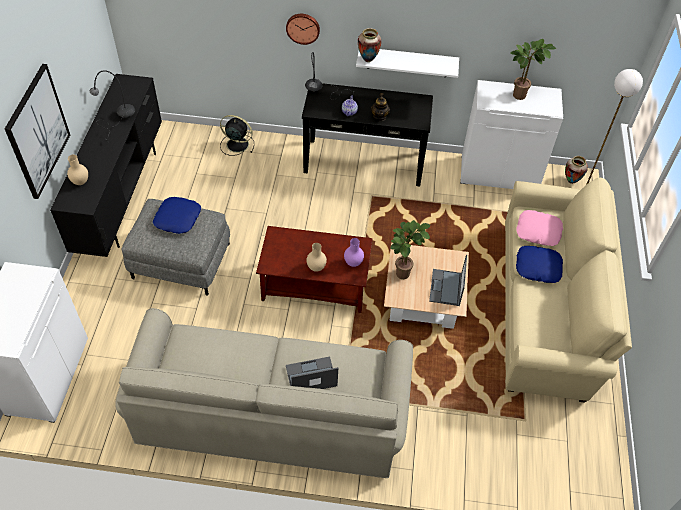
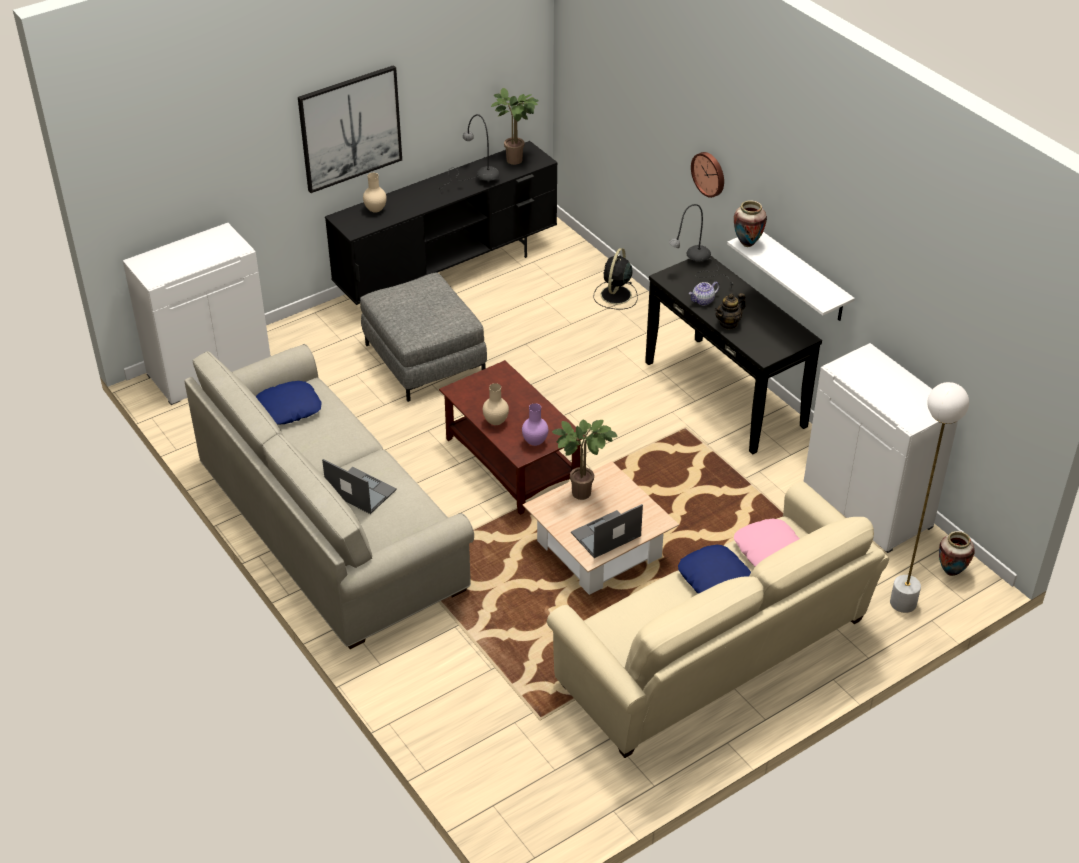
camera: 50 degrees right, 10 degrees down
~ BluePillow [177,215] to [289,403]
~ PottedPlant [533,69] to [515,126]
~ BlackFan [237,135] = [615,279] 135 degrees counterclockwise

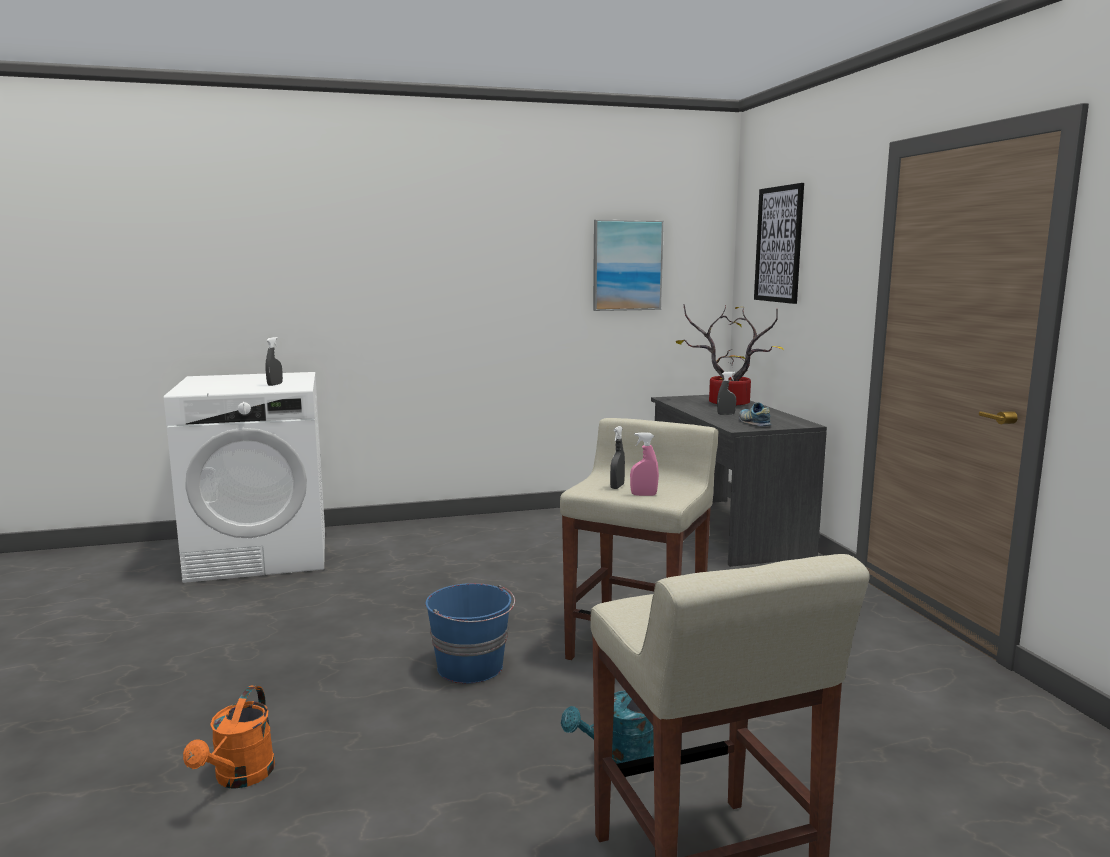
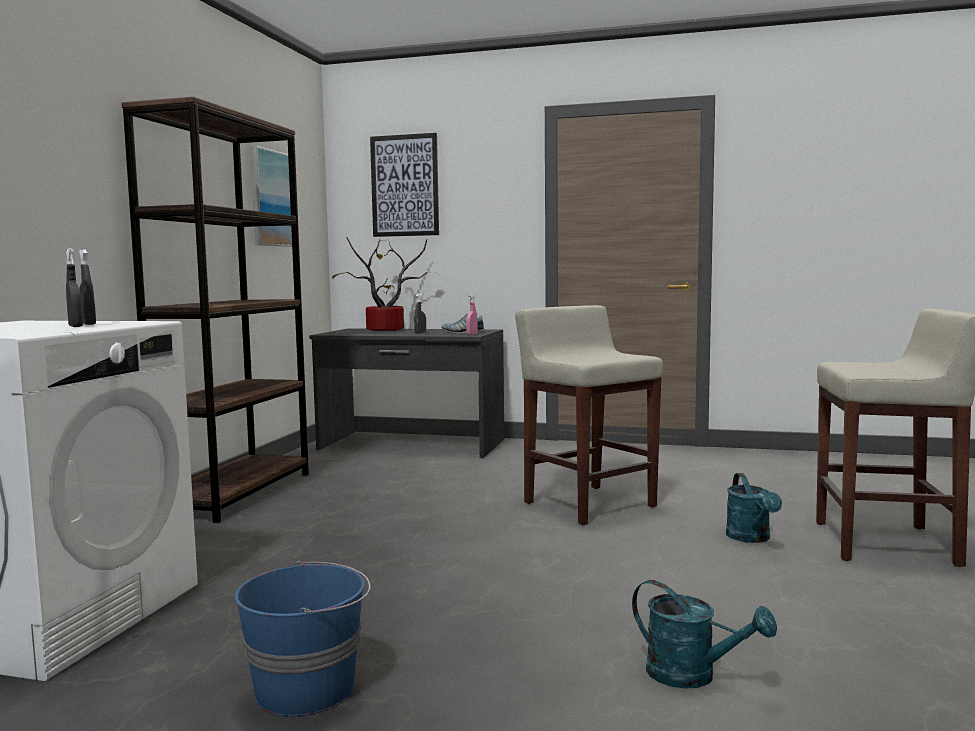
camera: 60 degrees left, 5 degrees down
~ GreySprayBottle [617,457] to [74,287]
+ BrownBookcase [215,310]
~ BlueBucket [470,633] to [303,638]
~ PinkSprayBottle [644,464] to [472,314]
~ OrangeWateringCan [229,737] to TurquoiseWateringCan [704,634]

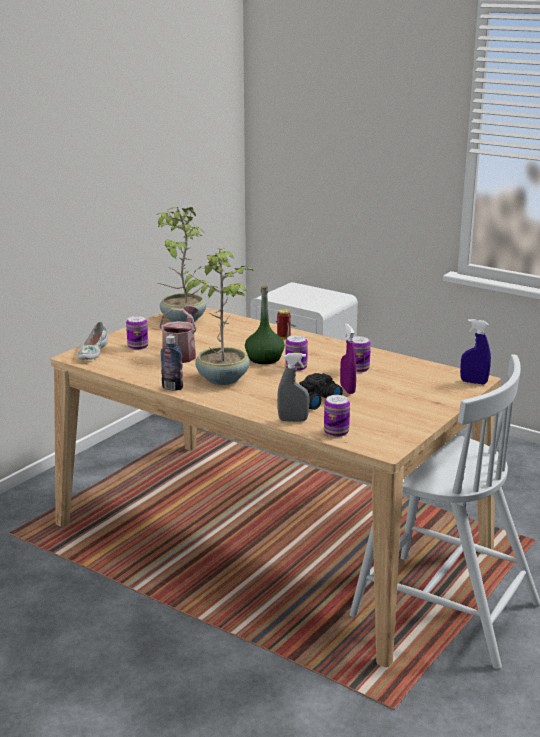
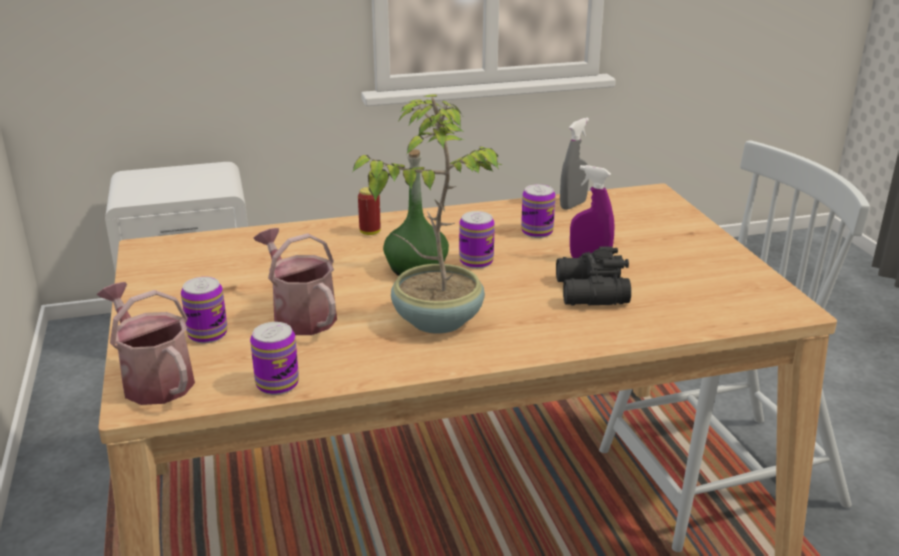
camera: 50 degrees left, 5 degrees up
~ WhiteShoe [92,341] to WateringCan [146,343]
~ Can [337,416] to [274,358]
~ GreySprayBottle [293,387] to [574,164]
- PottedPlant [181,265]
- Bottle [171,363]
- BlueSprayBottle [475,351]

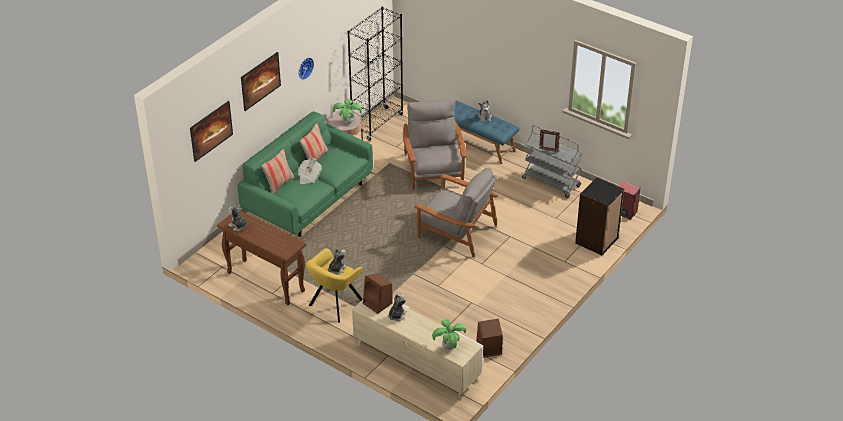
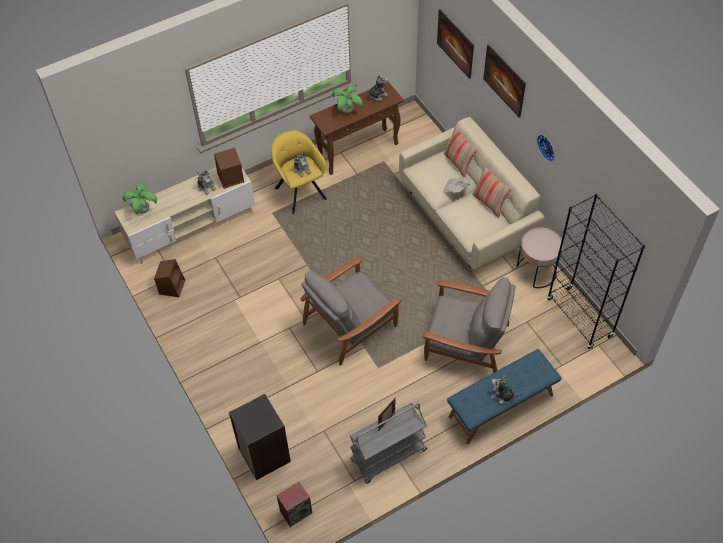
camera: 115 degrees right, 15 degrees up
~ PottedPlant [347,111] to [347,99]
~ GreenSofa [305,174] to BeigeSofa [471,193]

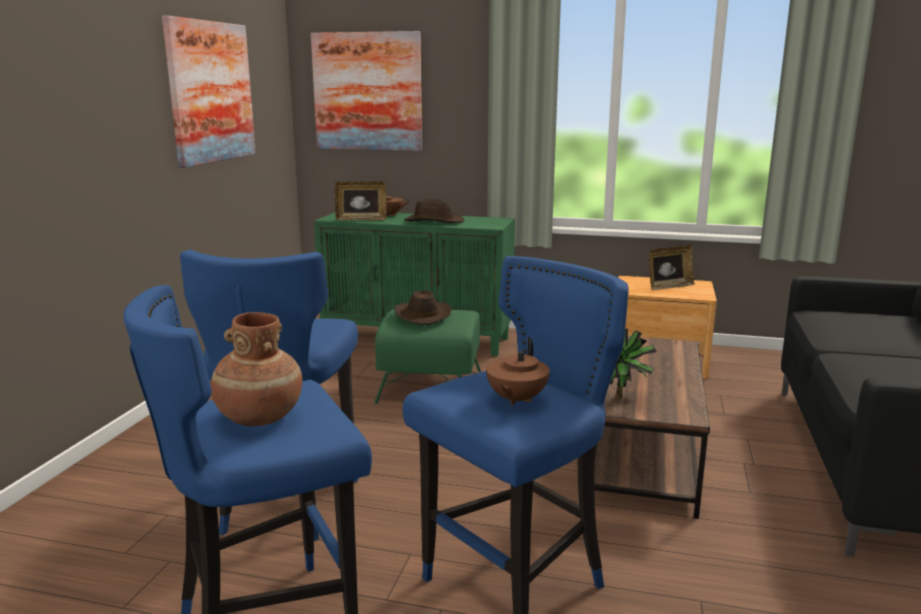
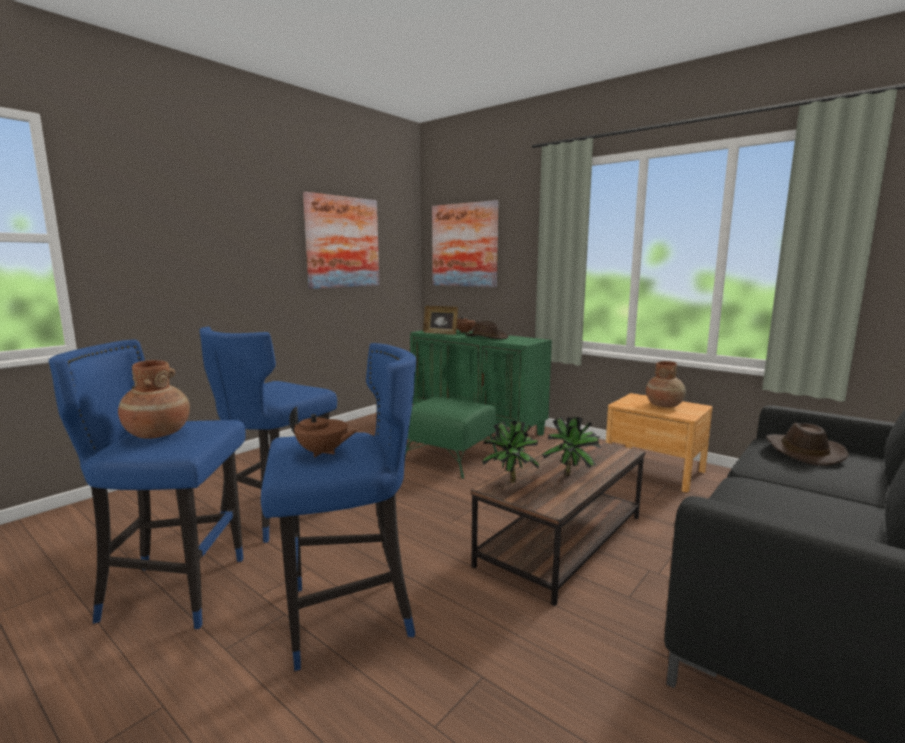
camera: 25 degrees right, 5 degrees down
~ BrownTeapot [518,371] = [323,432] 120 degrees counterclockwise
+ PottedPlant [571,447]
~ PictureFrame [672,267] to BrownVase [666,384]
~ BrownHat [422,307] to [807,444]

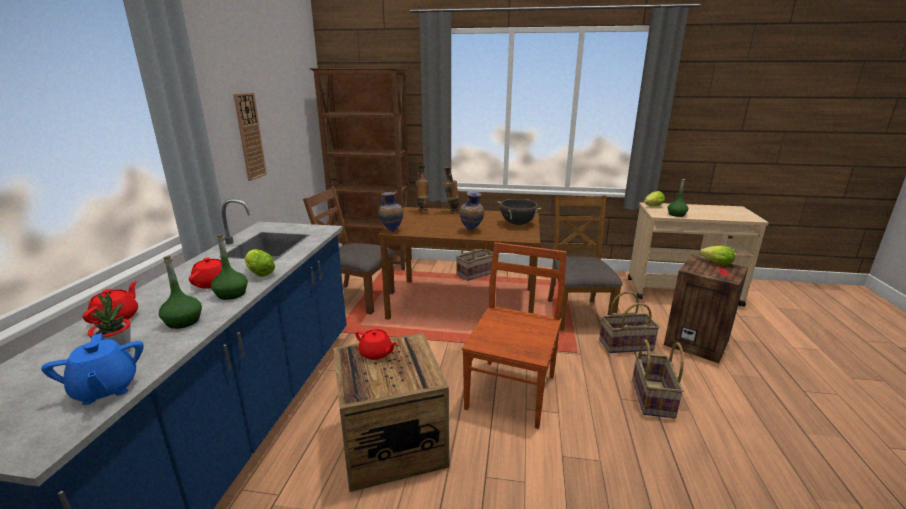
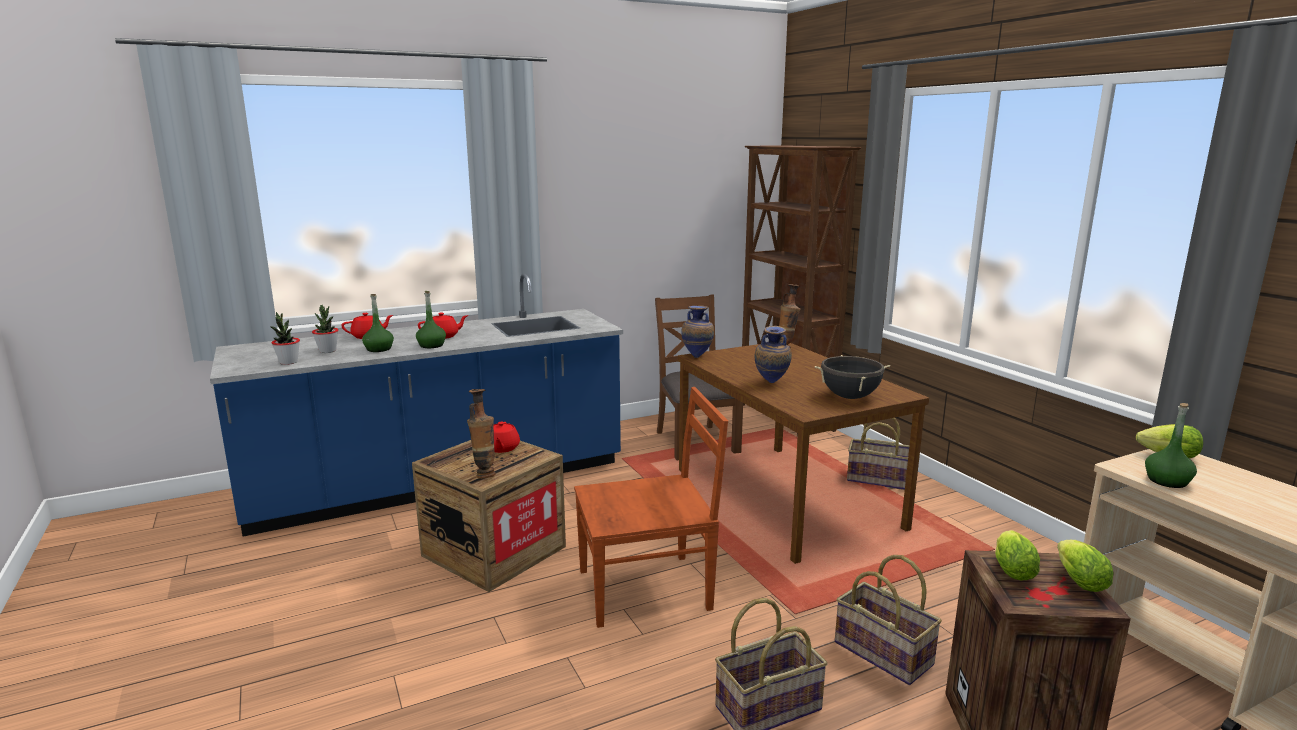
camera: 55 degrees right, 5 degrees down
~ BlueTeapot [92,369] to PottedPlant [285,338]
~ Vase [451,190] to [481,434]
~ Lettuce [260,263] to [1017,555]
- WallClock [250,137]
- BrownChair [585,263]

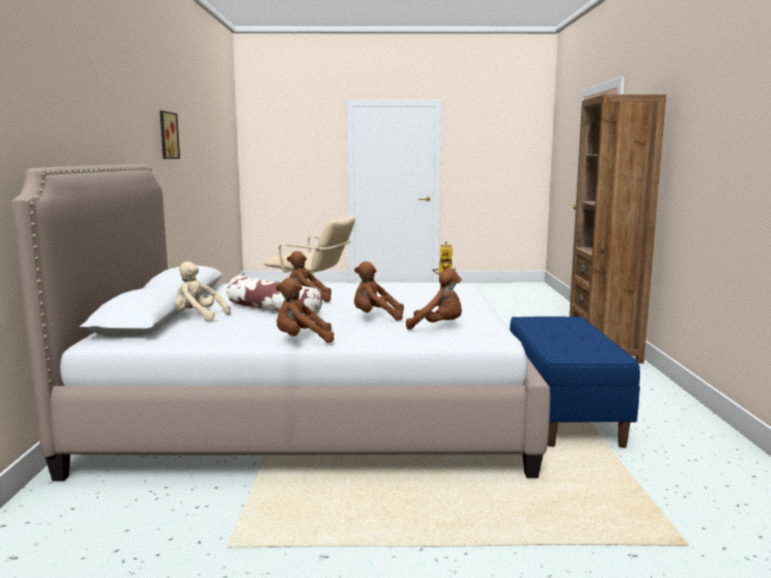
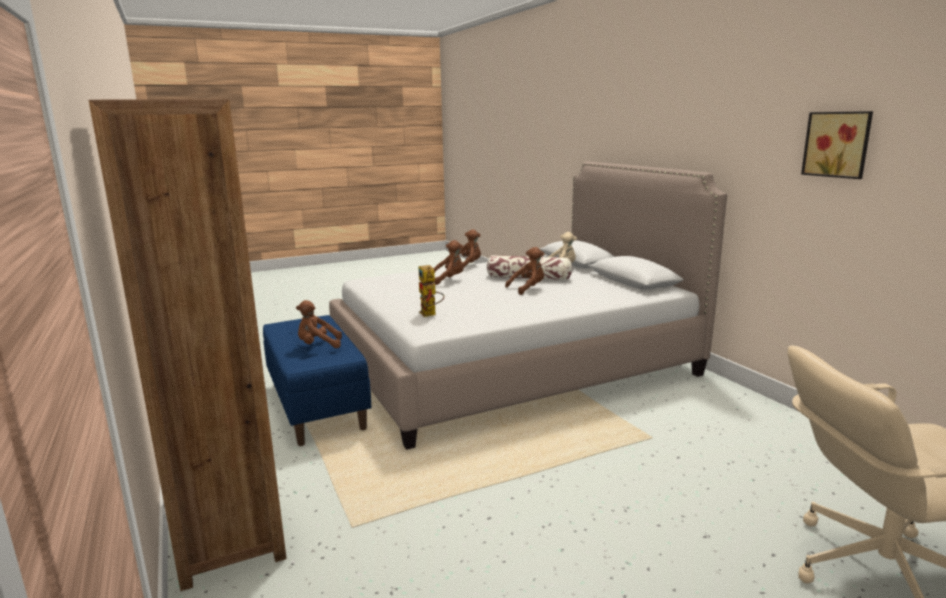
camera: 155 degrees right, 5 degrees up
~ BrownPlushToy [434,299] to [319,324]

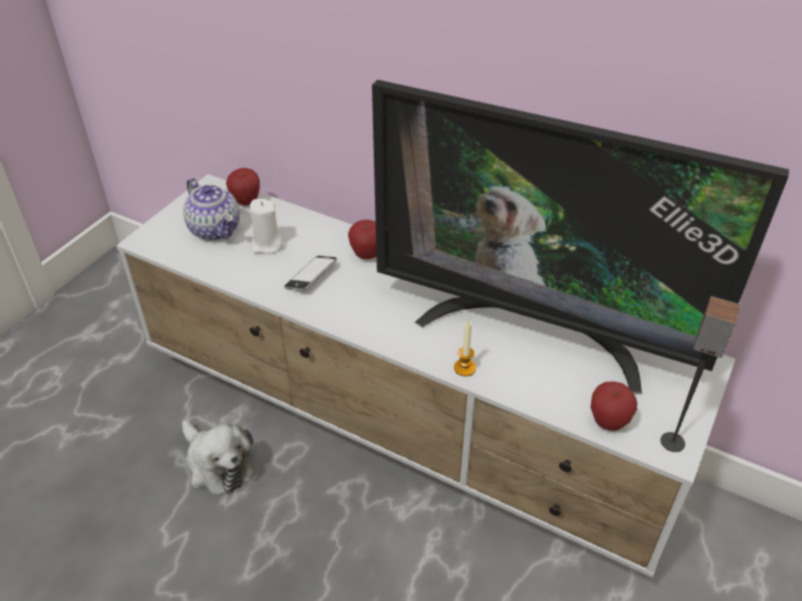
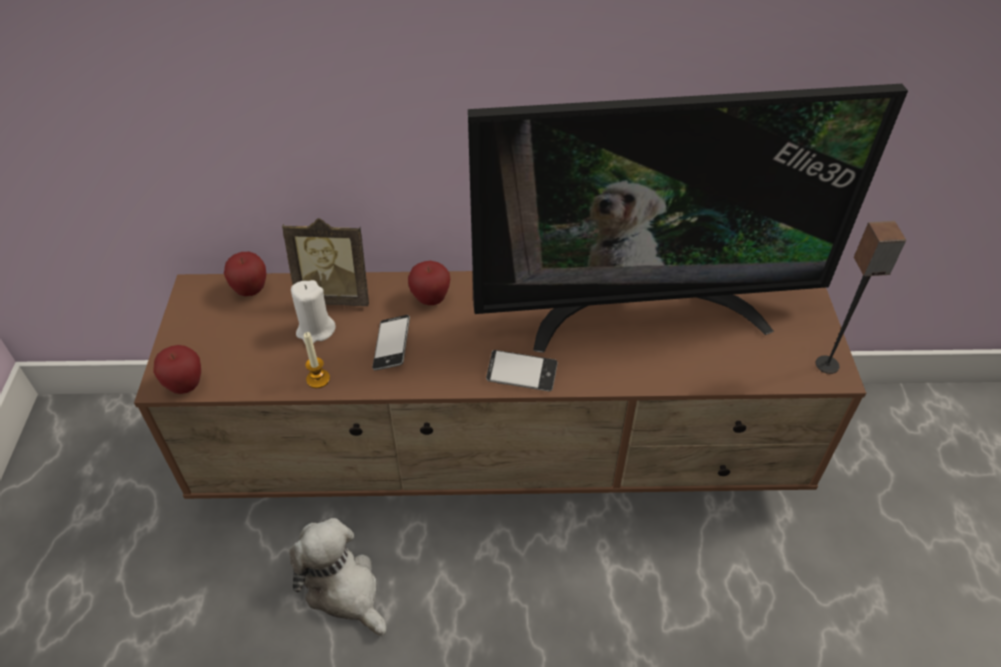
camera: 30 degrees left, 5 degrees up
~ WhiteTvStand [425,375] to BrownTvStand [500,385]
~ Apple [614,406] to [177,369]
+ PictureFrame [325,262]
~ PlushToy [218,457] = [338,577] 150 degrees counterclockwise
~ Candle [465,348] to [317,360]
+ Phone [522,371]
- Teapot [211,209]

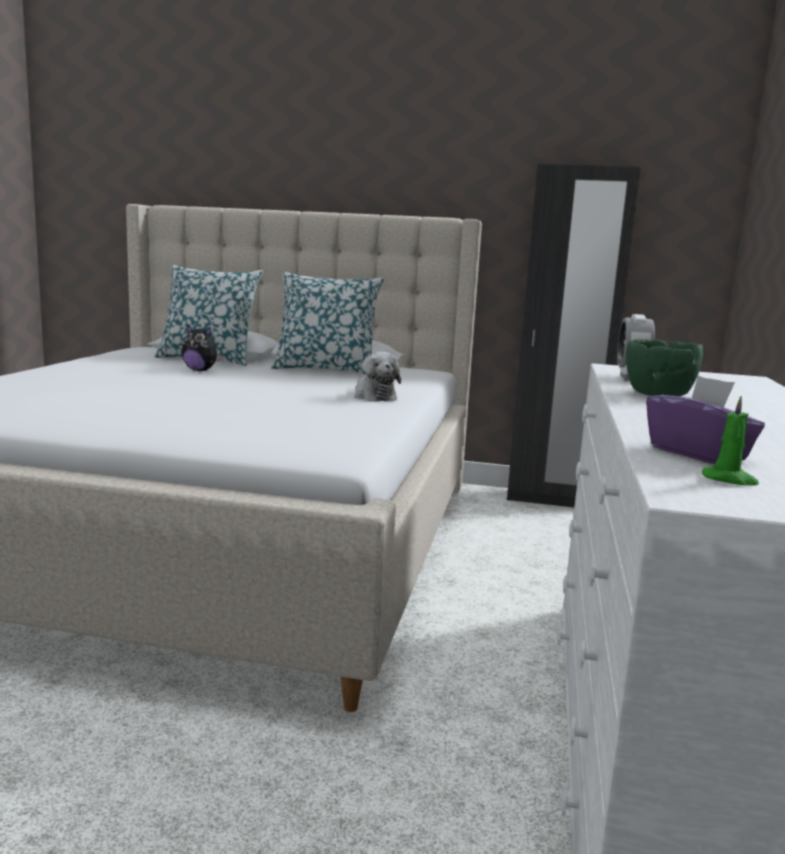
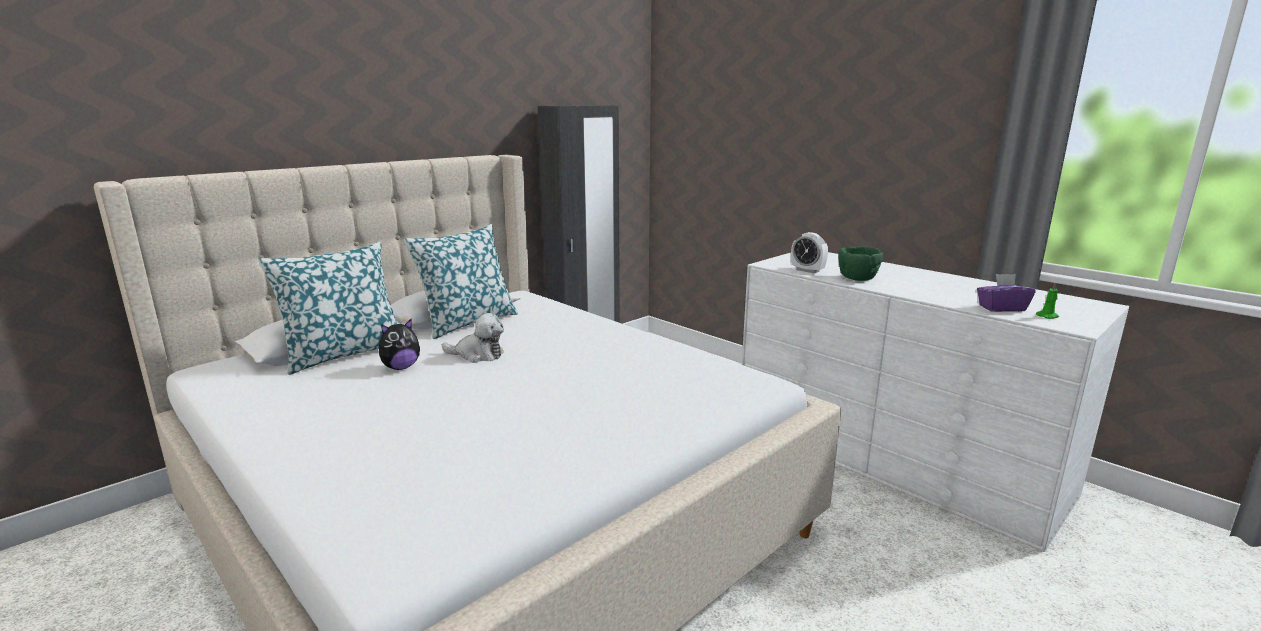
camera: 55 degrees left, 5 degrees up
~ PlushToy [378,377] to [473,338]

